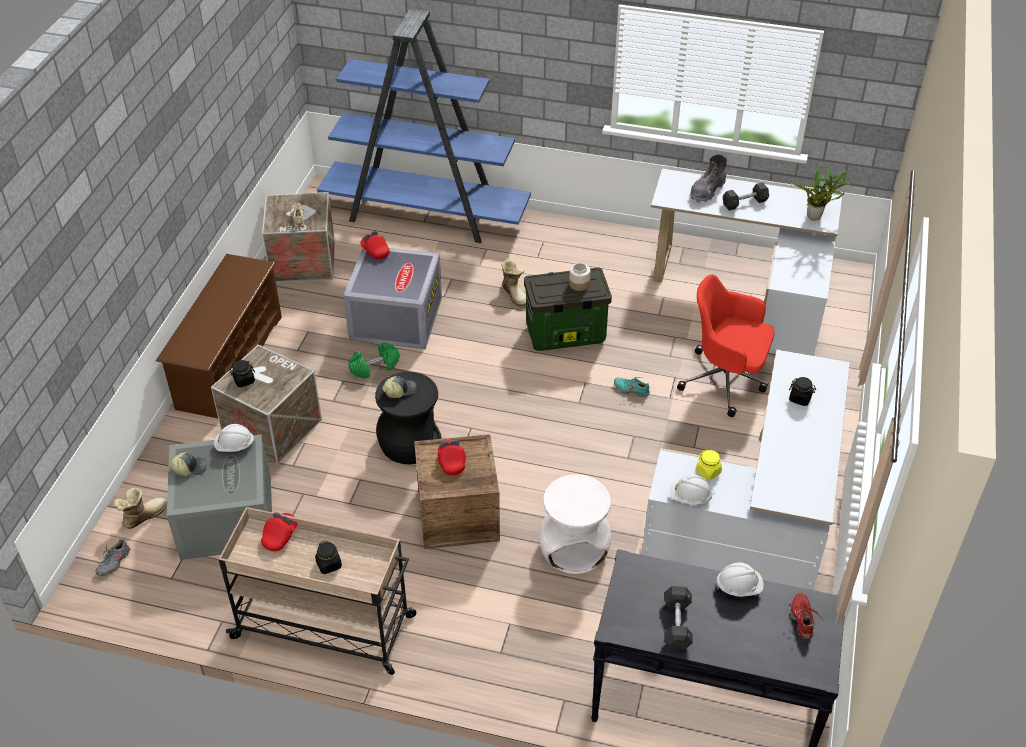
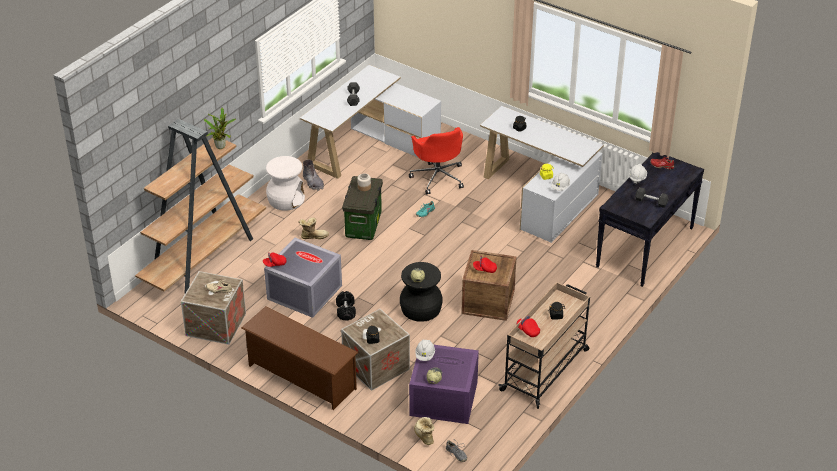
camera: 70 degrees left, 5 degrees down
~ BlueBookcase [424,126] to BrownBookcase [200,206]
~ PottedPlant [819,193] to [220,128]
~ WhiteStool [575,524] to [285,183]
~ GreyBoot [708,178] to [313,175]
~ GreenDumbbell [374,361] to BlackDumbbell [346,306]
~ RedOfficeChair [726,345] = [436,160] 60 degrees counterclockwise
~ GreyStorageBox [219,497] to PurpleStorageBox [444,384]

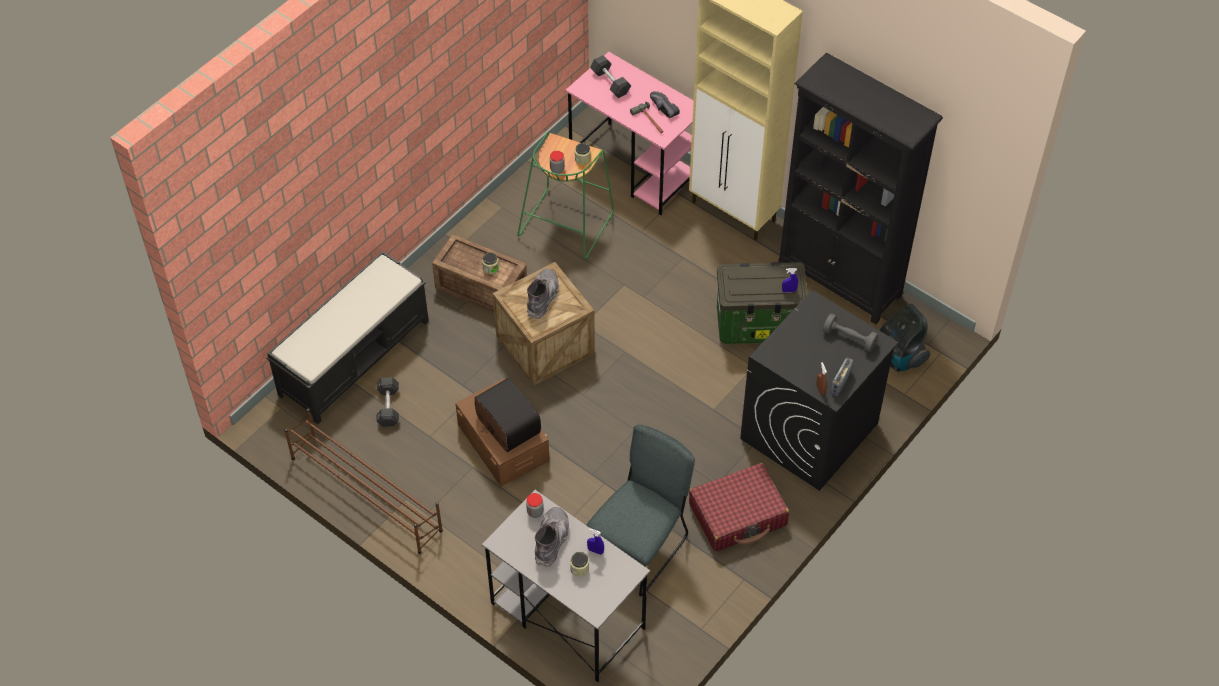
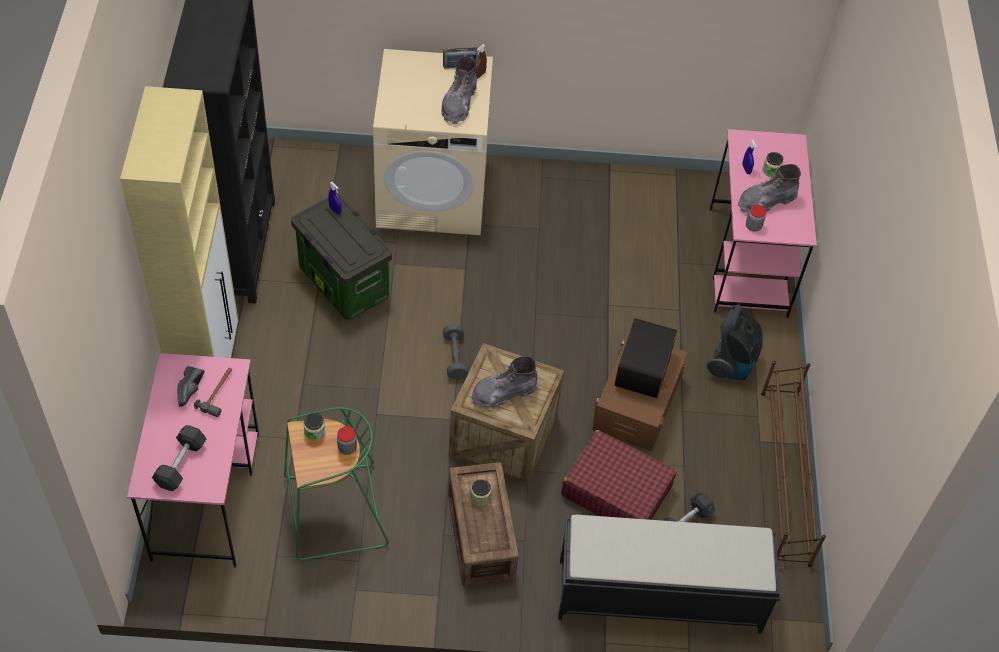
camera: 130 degrees left, 0 degrees up
~ BlackWashingMachine [819,390] to BeigeWashingMachine [433,142]
+ GreyBoot [459,90]
~ GreyDumbbell [850,332] to [455,352]
~ RedSuitcase [739,507] to [619,475]
~ VacuumCleaner [904,338] to [735,342]
~ GreyDesk [566,586] to PinkDesk [763,223]
- GreyChair [640,510]

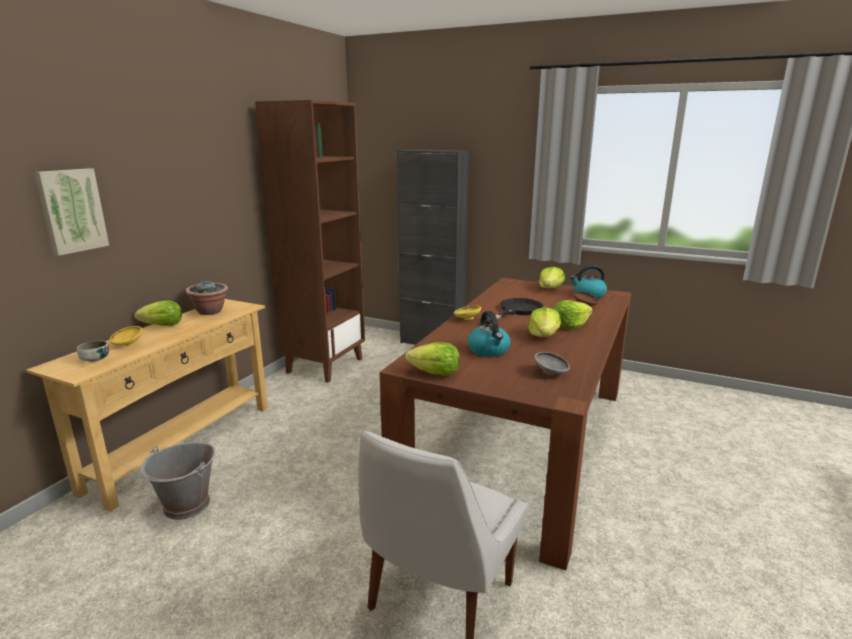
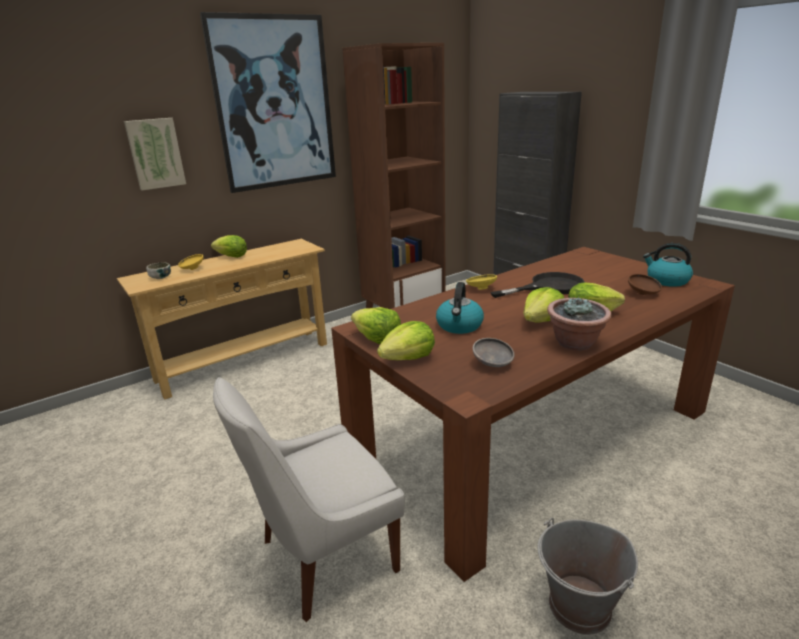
camera: 30 degrees right, 5 degrees up
+ Picture [268,102]
~ Lettuce [552,277] to [406,340]
~ GreyBucket [178,481] to [588,576]
~ PottedPlant [206,298] to [579,324]

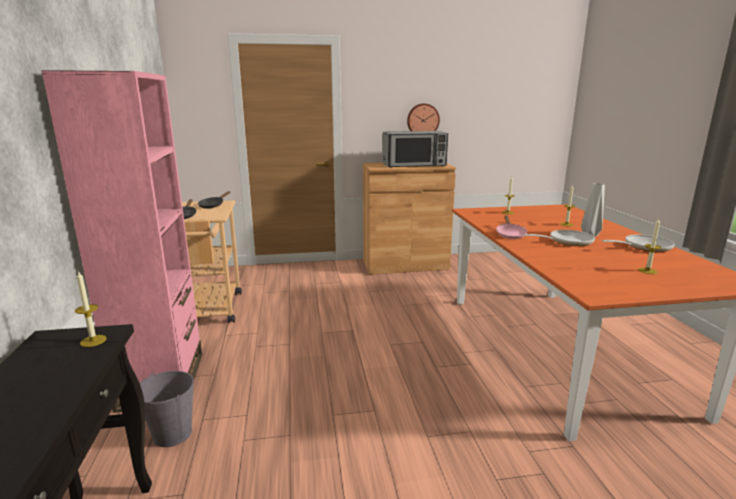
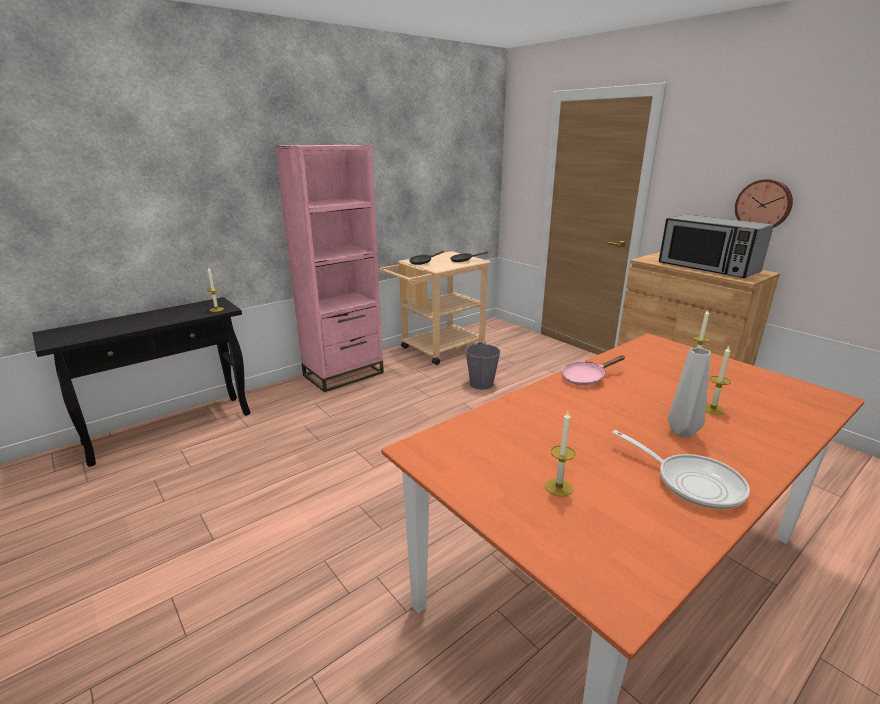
camera: 60 degrees right, 5 degrees up
~ GreyBucket [167,409] to [482,366]
- FryingPan [559,238]

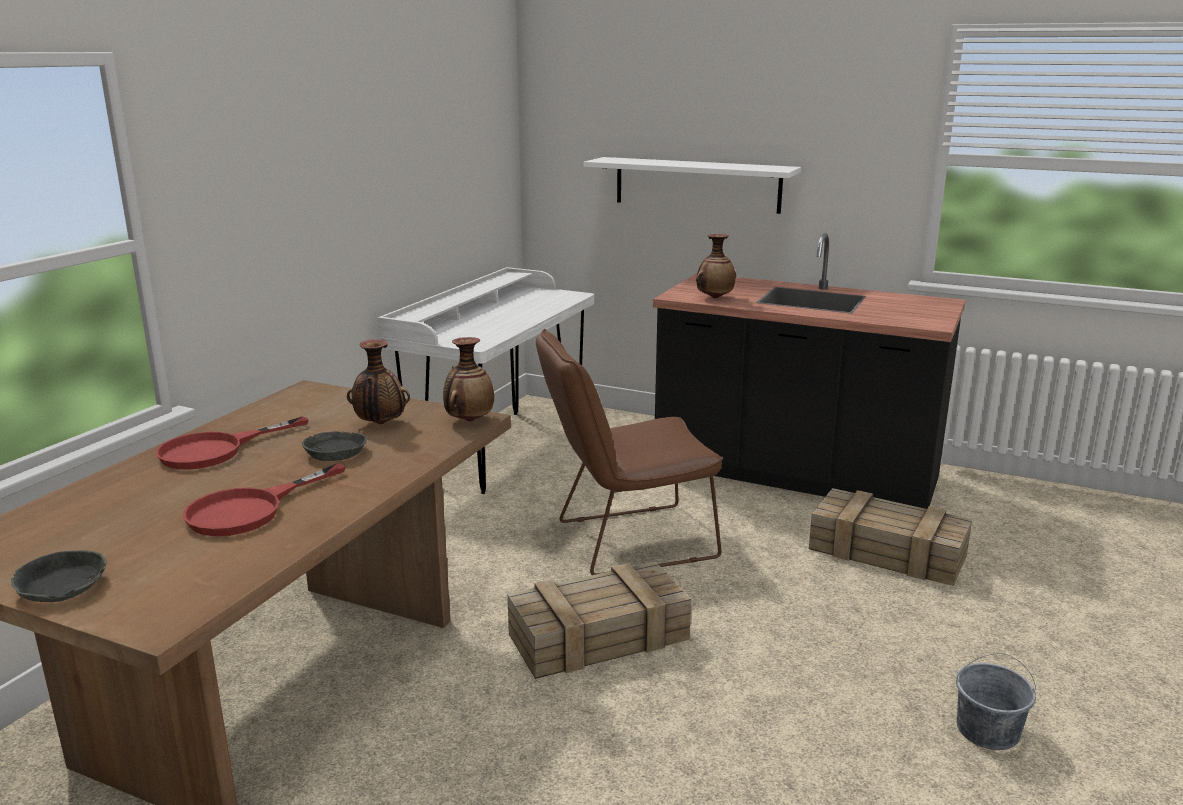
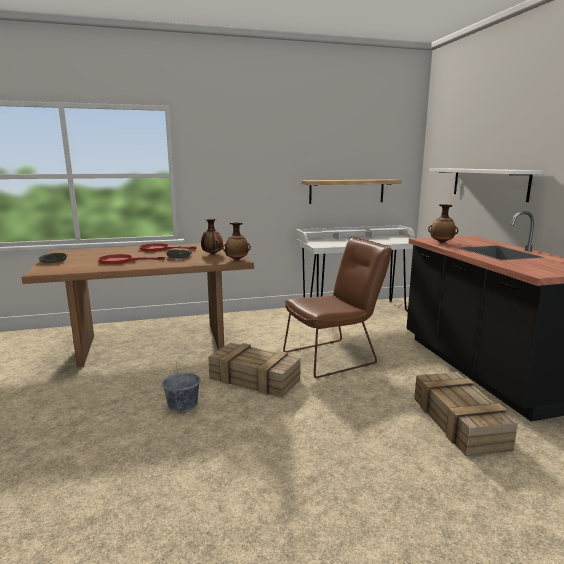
camera: 50 degrees right, 5 degrees down
~ GreyBucket [996,701] to [181,387]
~ BrownChair [629,452] = [337,307] 120 degrees clockwise
+ Shelf [351,191]

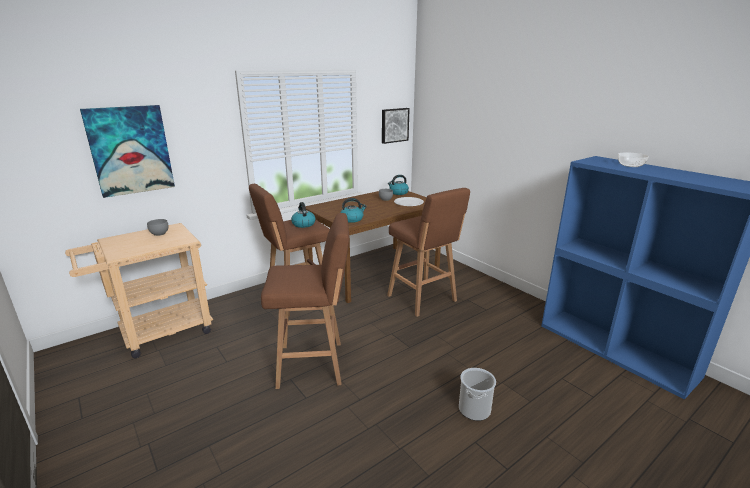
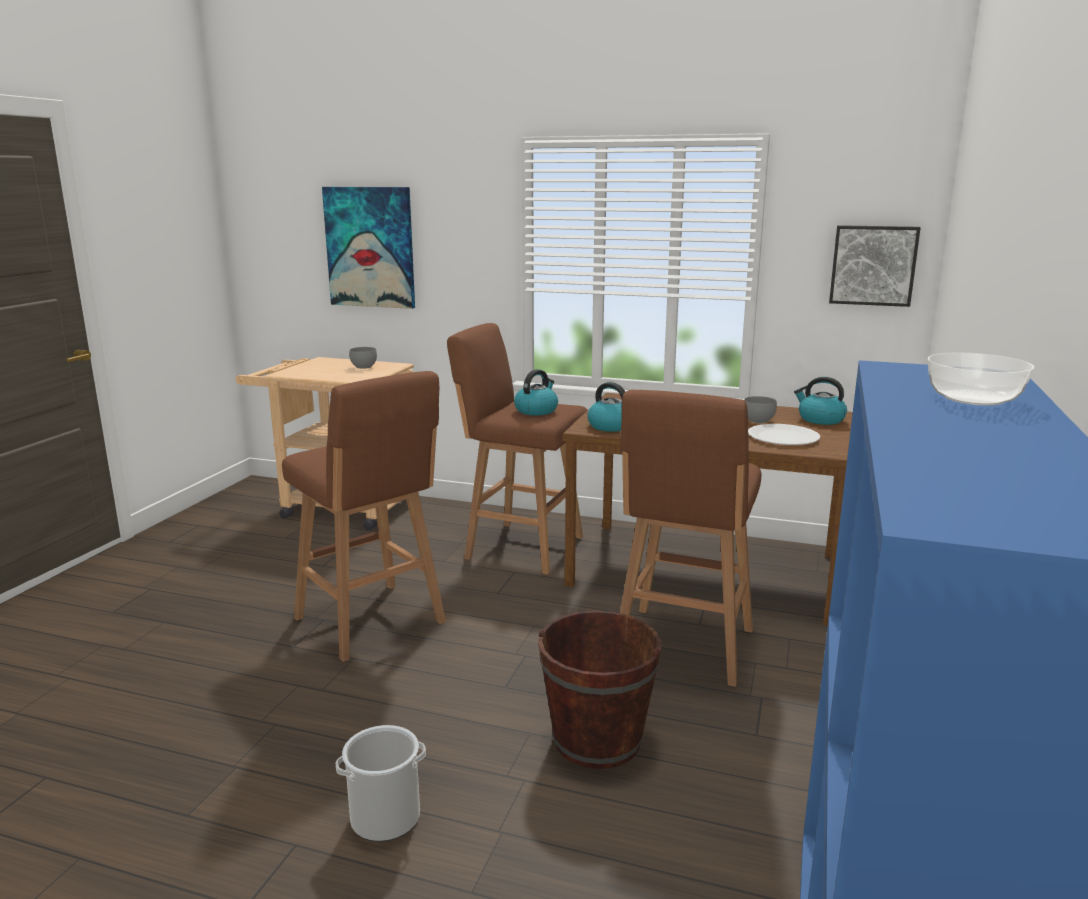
camera: 55 degrees right, 5 degrees down
+ BrownBucket [599,689]

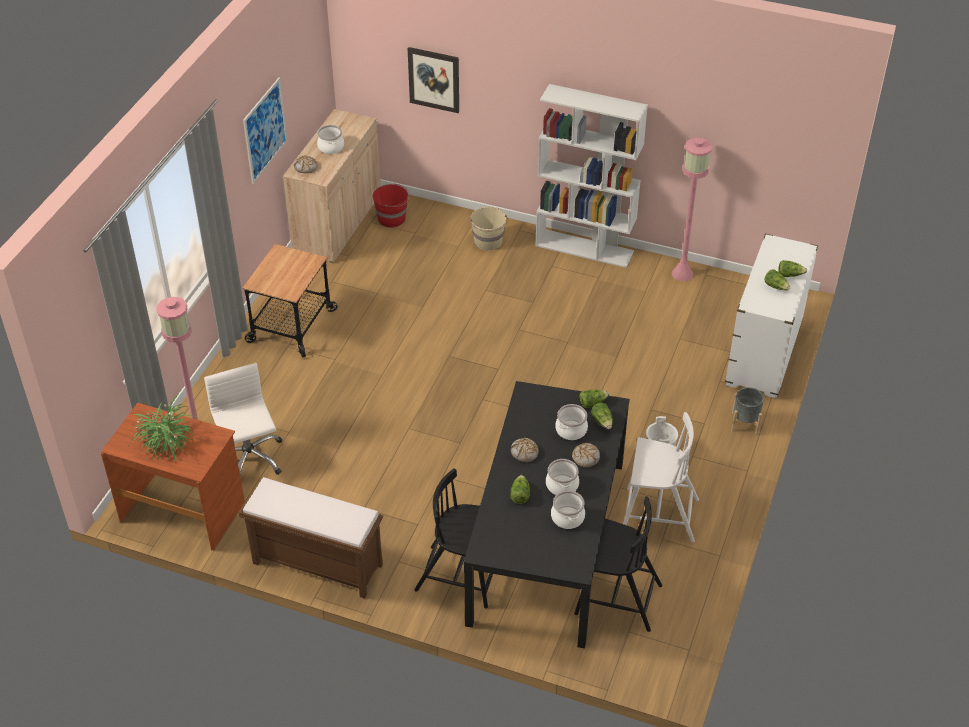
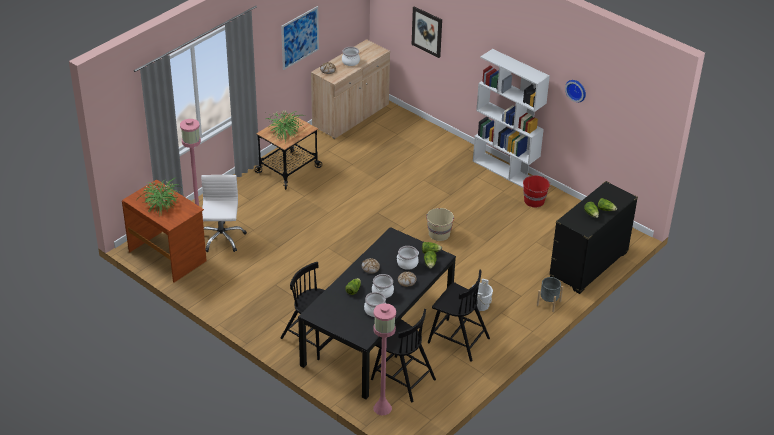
camera: 20 degrees right, 5 degrees down
+ PottedPlant [286,126]
~ PinkFloorLamp [692,209] to [384,359]
~ BeigeBucket [488,229] to [440,224]
~ WhiteChair [661,477] to BlackChair [459,316]
~ RedBucket [391,206] to [537,191]
~ WhiteDresser [771,315] to BlackDresser [593,237]
+ WallClock [575,91]
- BrownBench [311,538]

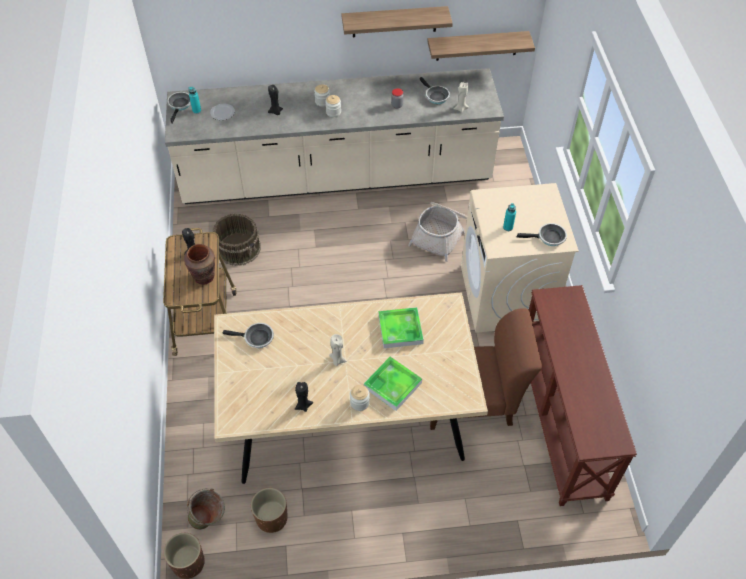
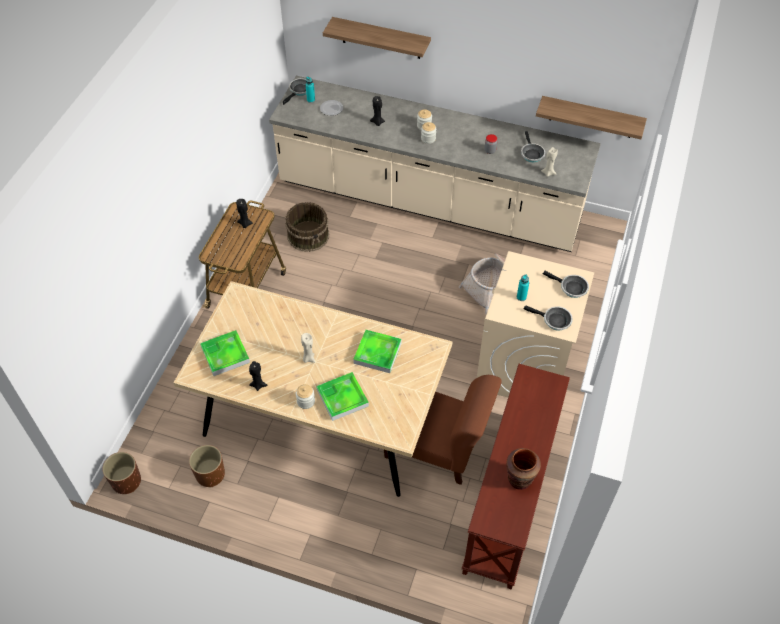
camera: 25 degrees right, 0 degrees up
+ Tray [225,353]
~ Shelf [397,21] to [377,38]
~ BrownVase [199,264] to [523,469]
~ FryingPan [248,335] to [566,284]
- GreenBucket [206,509]

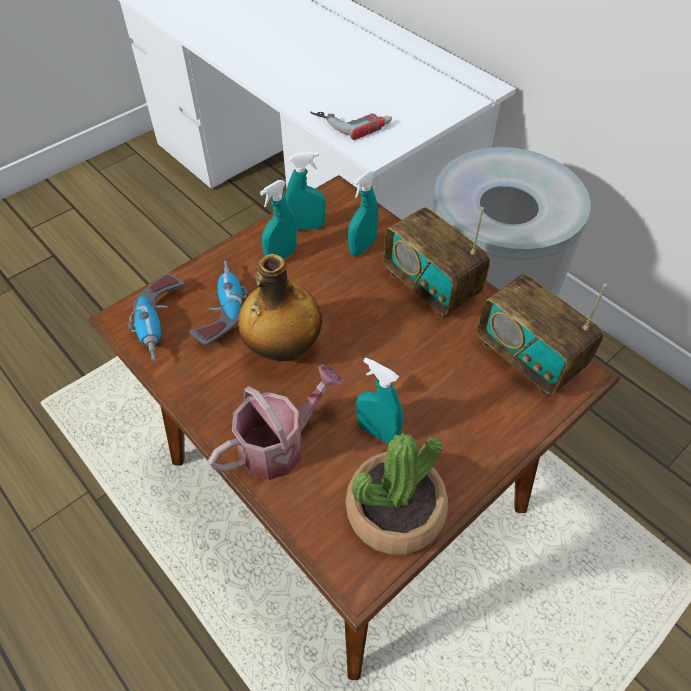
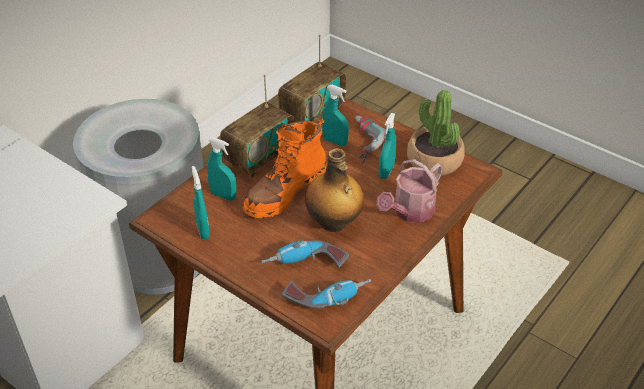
camera: 100 degrees left, 10 degrees down
+ OrangeBoot [284,167]
~ TurquoiseSprayBottle [278,219] to [335,115]
~ PowerDrill [351,125] to [370,139]
~ WateringCan [276,422] = [409,191] 90 degrees counterclockwise

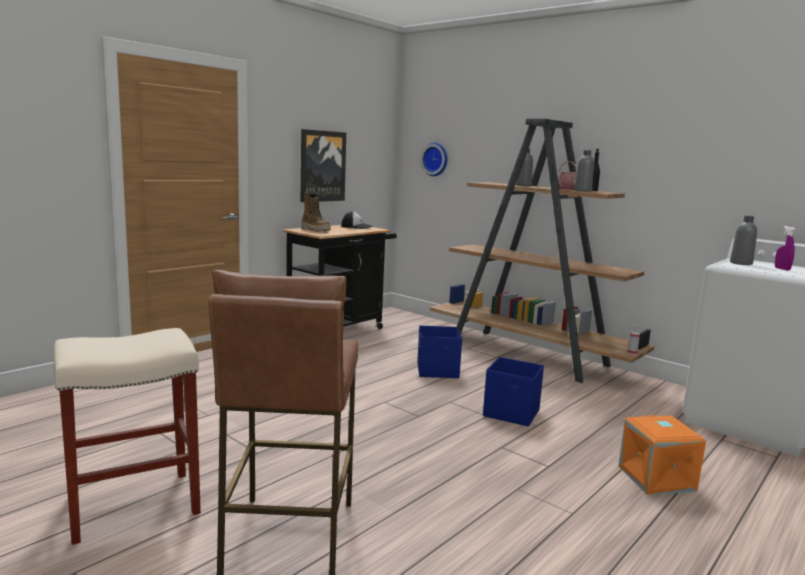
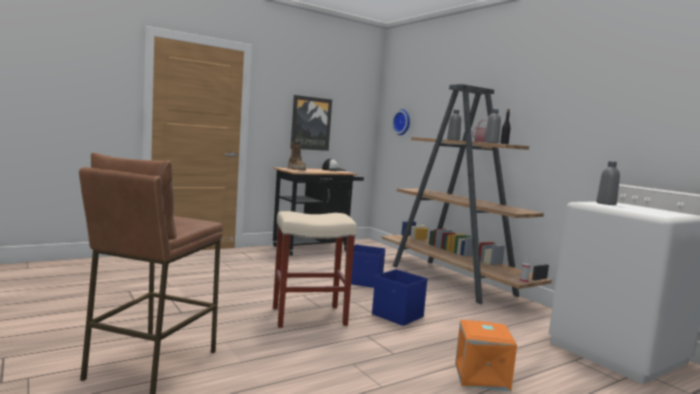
camera: 15 degrees right, 5 degrees down
~ BeigeStool [127,436] to [315,269]
- PurpleSprayBottle [785,248]

